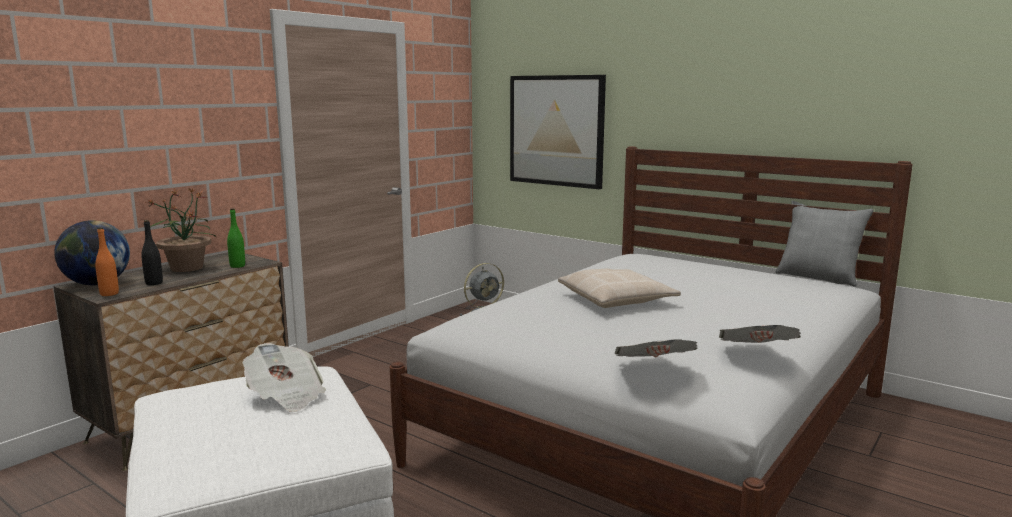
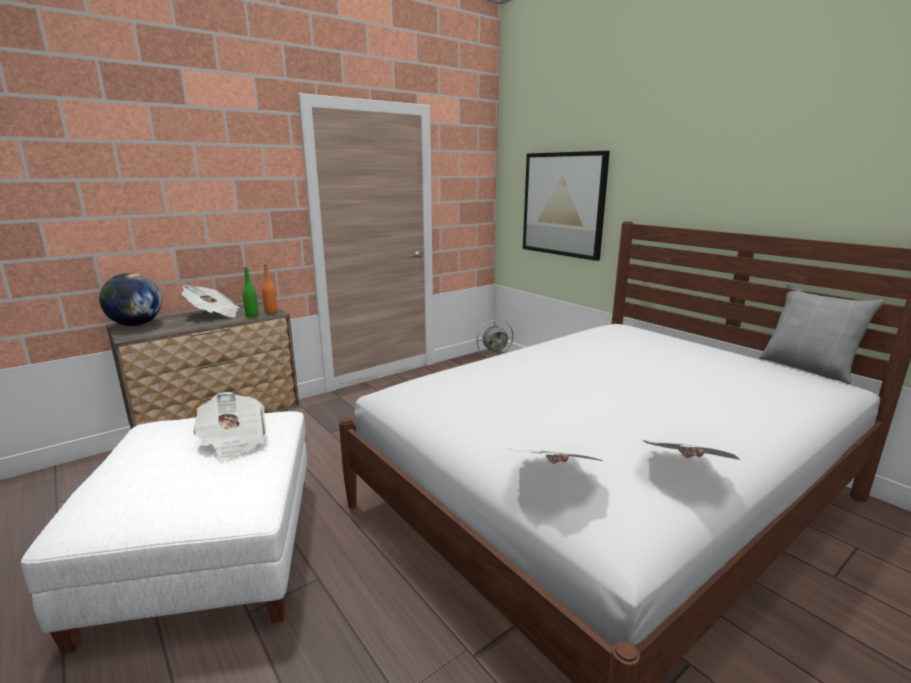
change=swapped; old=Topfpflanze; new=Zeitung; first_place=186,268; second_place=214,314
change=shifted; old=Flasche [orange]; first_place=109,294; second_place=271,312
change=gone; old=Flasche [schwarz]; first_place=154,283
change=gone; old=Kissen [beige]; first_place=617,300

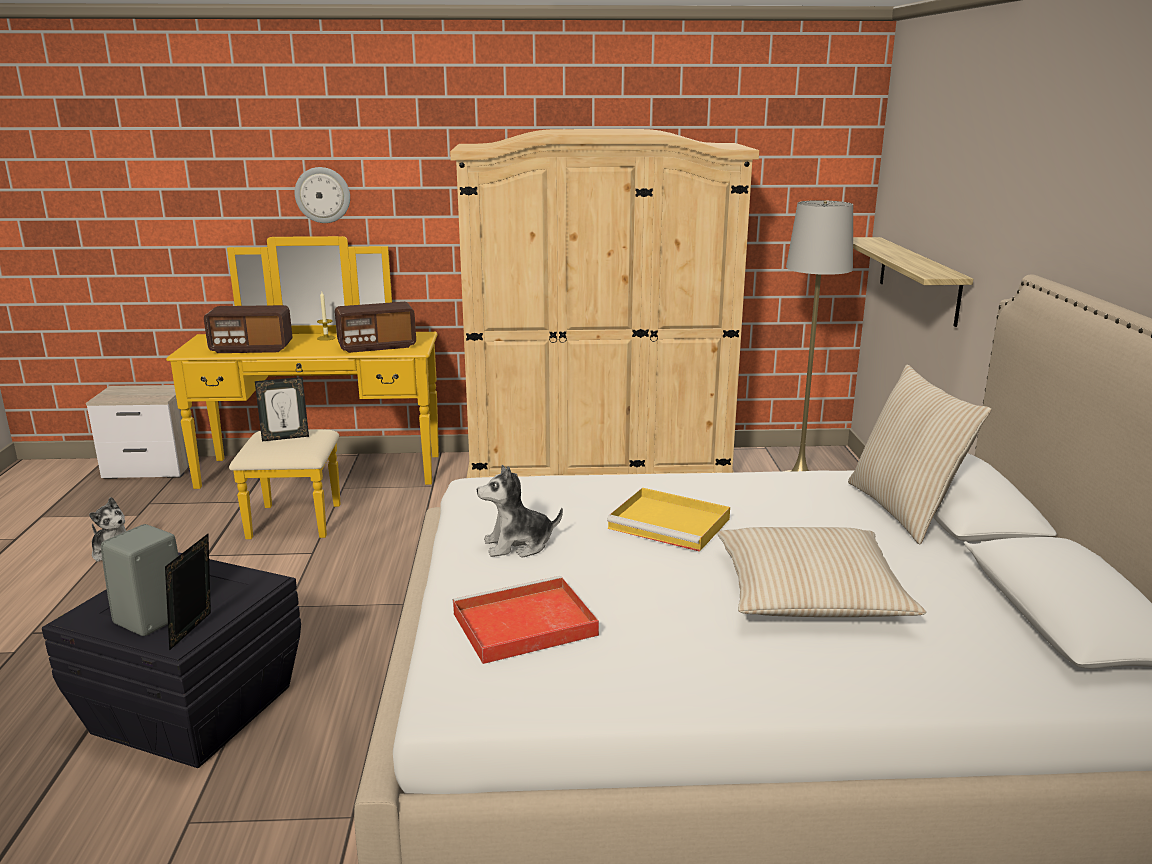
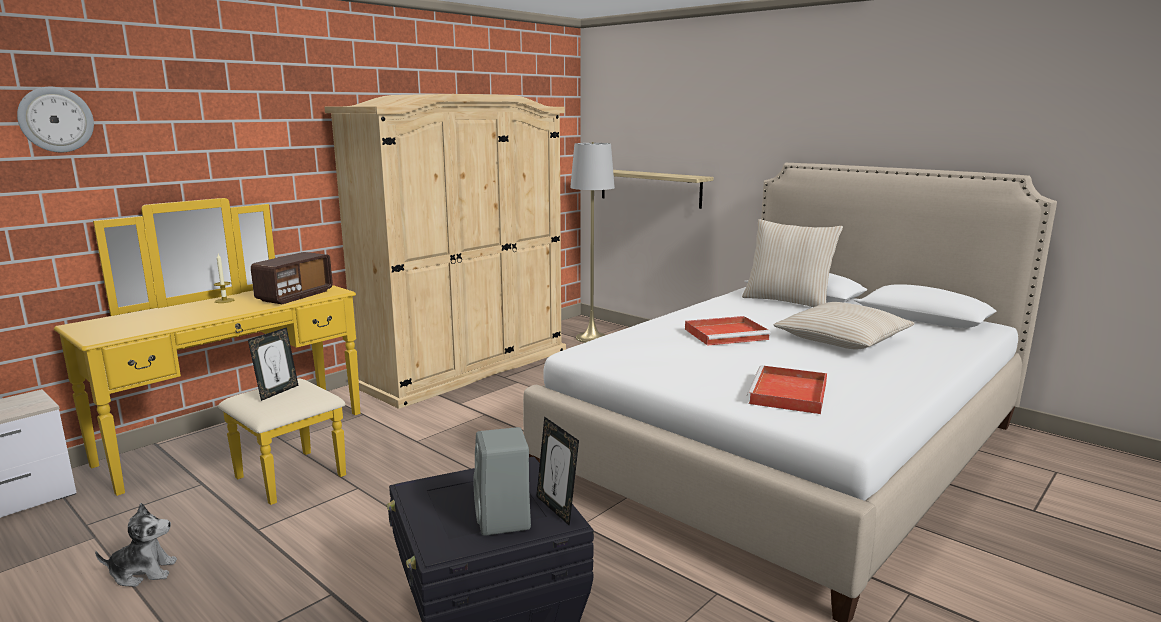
change=shifted; old=Wanduhr; first_place=322,195; second_place=56,119
change=repainted; old=Tablett [gelb]; new=Tablett [rot]; first_place=671,524; second_place=727,334
change=gone; old=Radio; first_place=251,349
change=gone; old=Plüschtier; first_place=518,545

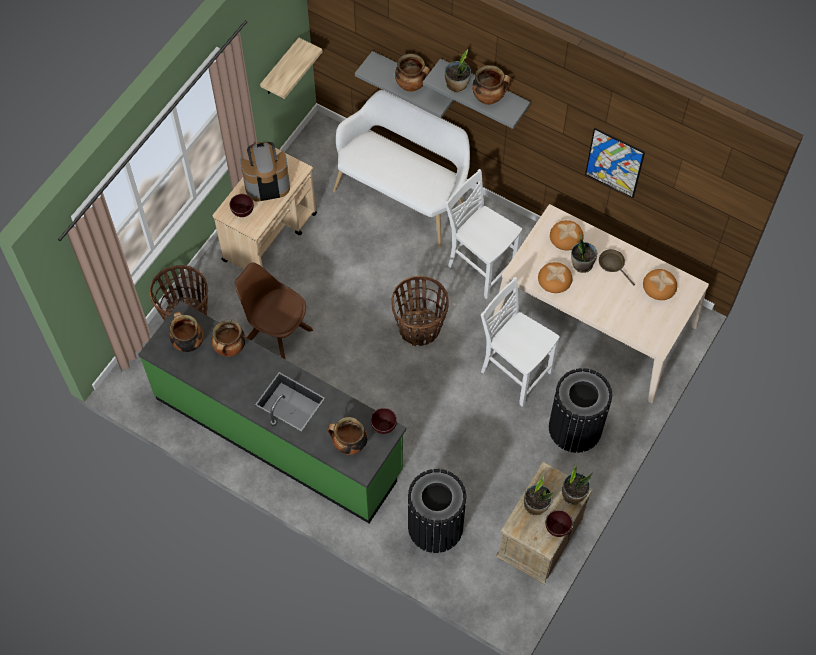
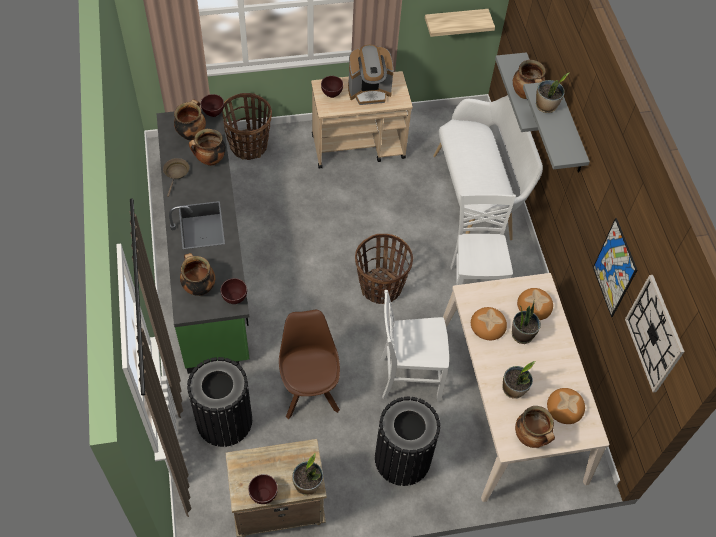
change=shifted; old=Pfanne [braun]; first_place=613,265; second_place=176,174
change=new; new=Schüssel [braun]; second_place=213,114
change=shifted; old=Stuhl [braun]; first_place=277,334; second_place=309,389
change=rotated; old=Kaffeemaschine; first_place=266,184; second_place=369,91; degrees=135
change=rotated; old=Stuhl [weiß]; first_place=514,372; second_place=408,378; degrees=-90
change=shifted; old=Topfpflanze; first_place=536,505; second_place=513,389
change=shifted; old=Kochtopf; first_place=489,98; second_place=531,437
change=new; new=Wanduhr; second_place=654,334

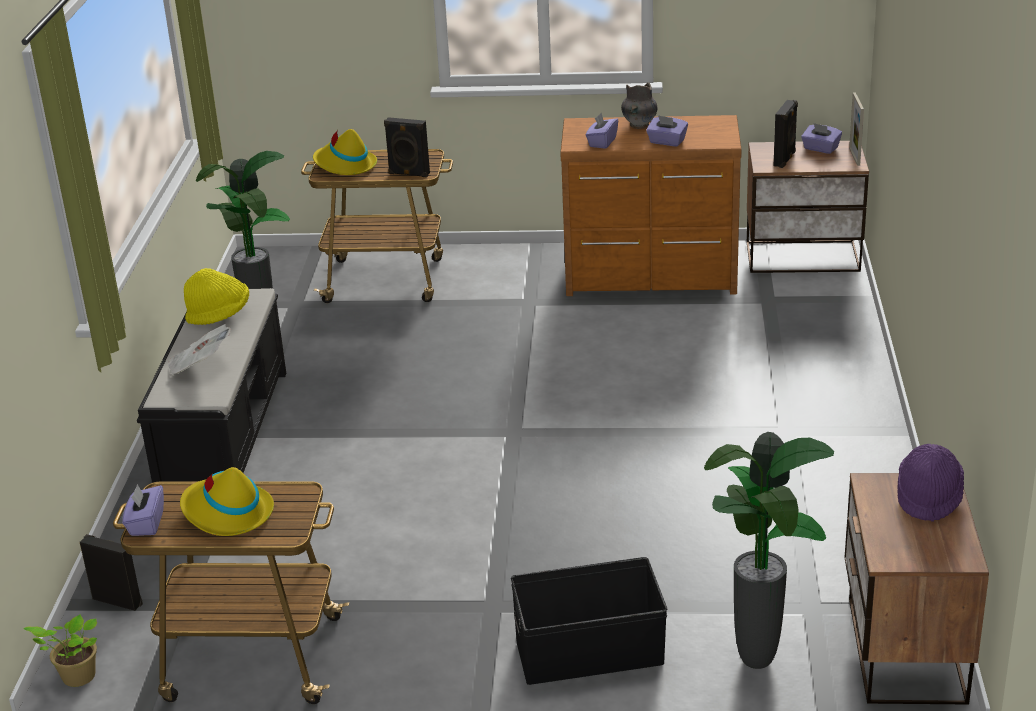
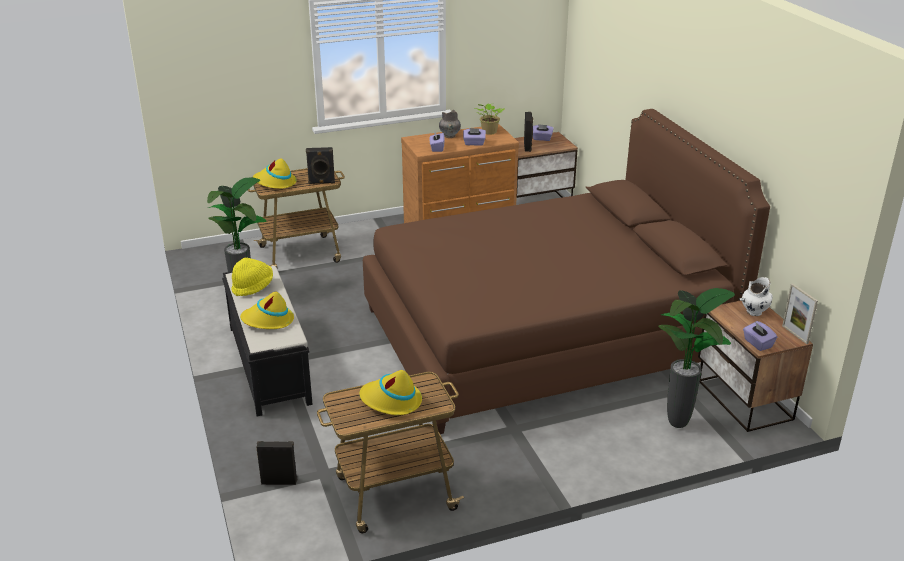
change=swapped; old=Zeitung; new=Hut [gelb]; first_place=199,366; second_place=268,321
change=new; new=Bett [braun]; second_place=544,336
change=shifted; old=Topfpflanze; first_place=76,677; second_place=488,132
change=swapped; old=Hut [lila]; new=Vase [weiß]; first_place=928,497; second_place=753,312
change=shifted; old=Taschentuchbox [lila]; first_place=146,523; second_place=757,343
change=shifted; old=Bilderrahmen; first_place=854,156; second_place=795,334
change=gone; old=Aufbewahrungsbox [schwarz]; first_place=590,653

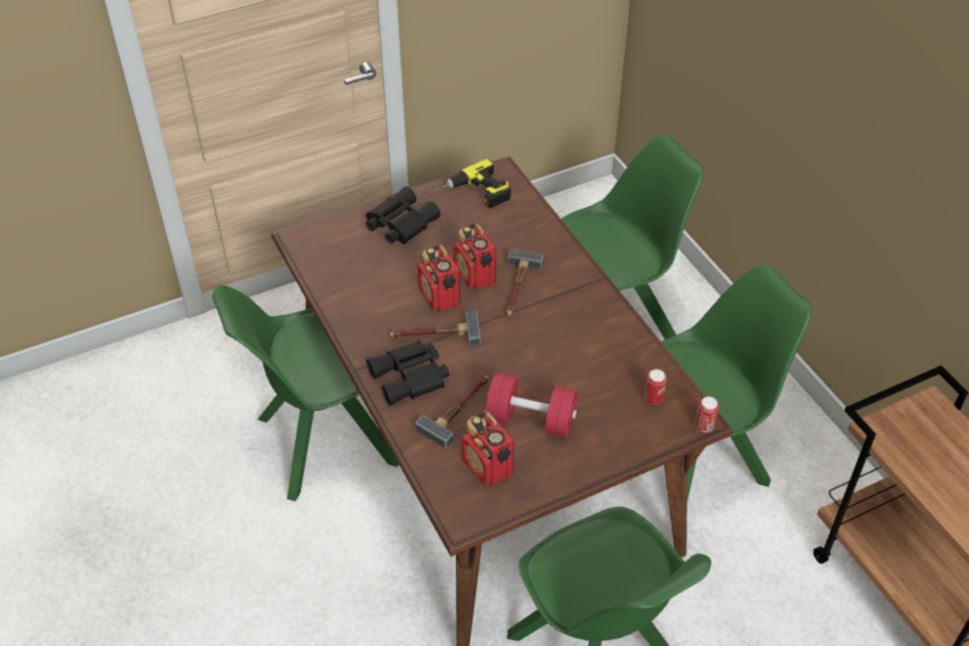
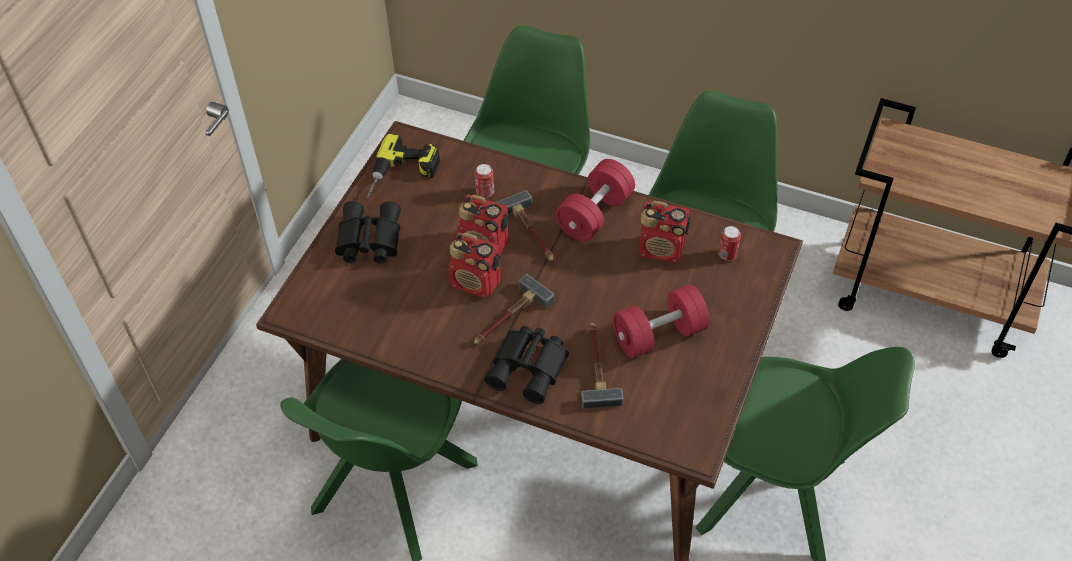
change=shifted; old=Dose; first_place=704,426; second_place=485,193
change=new; new=Hantel [rot]; second_place=595,214
change=shifted; old=Radio; first_place=487,467; second_place=662,250

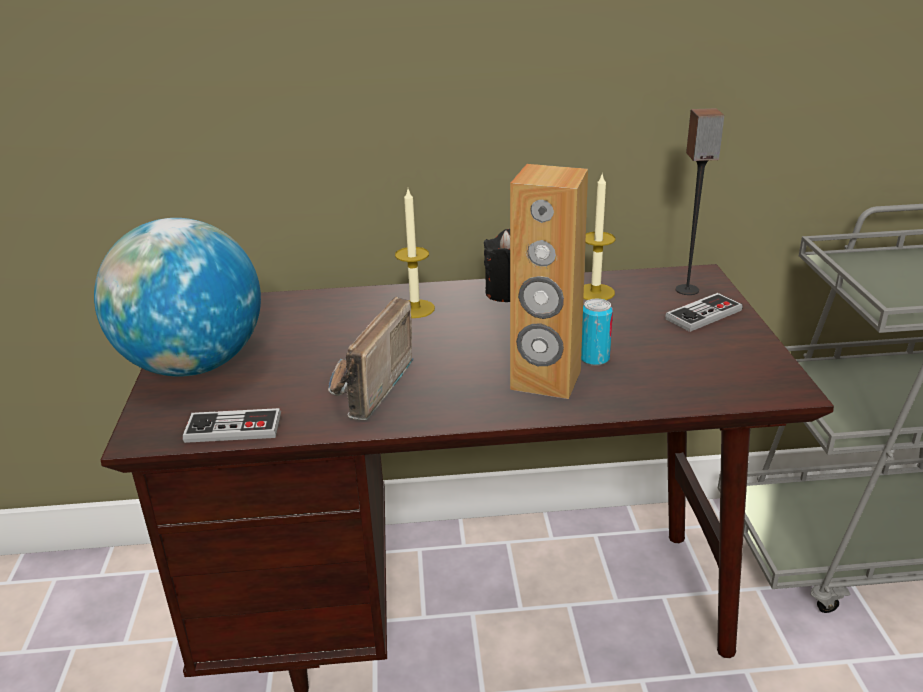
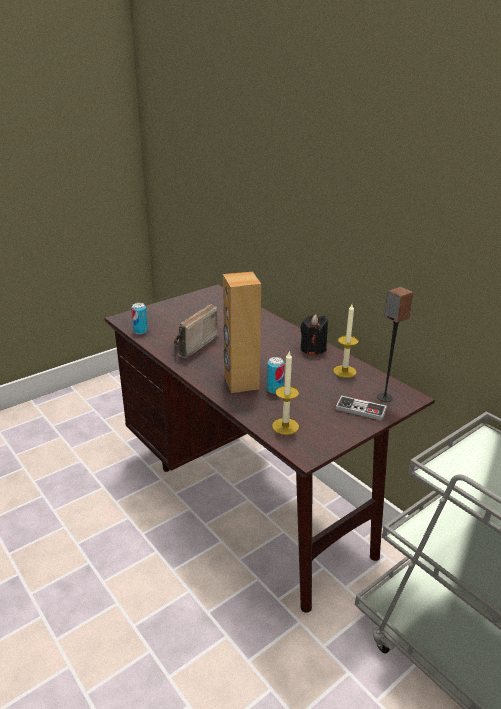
change=swapped; old=Gamepad; new=Dose; first_place=233,428; second_place=140,331
change=rotated; old=Radio; first_place=365,390; second_place=191,345; degrees=-45
change=shifted; old=Kerze; first_place=415,309; second_place=285,426
change=gone; old=Globus; first_place=193,365

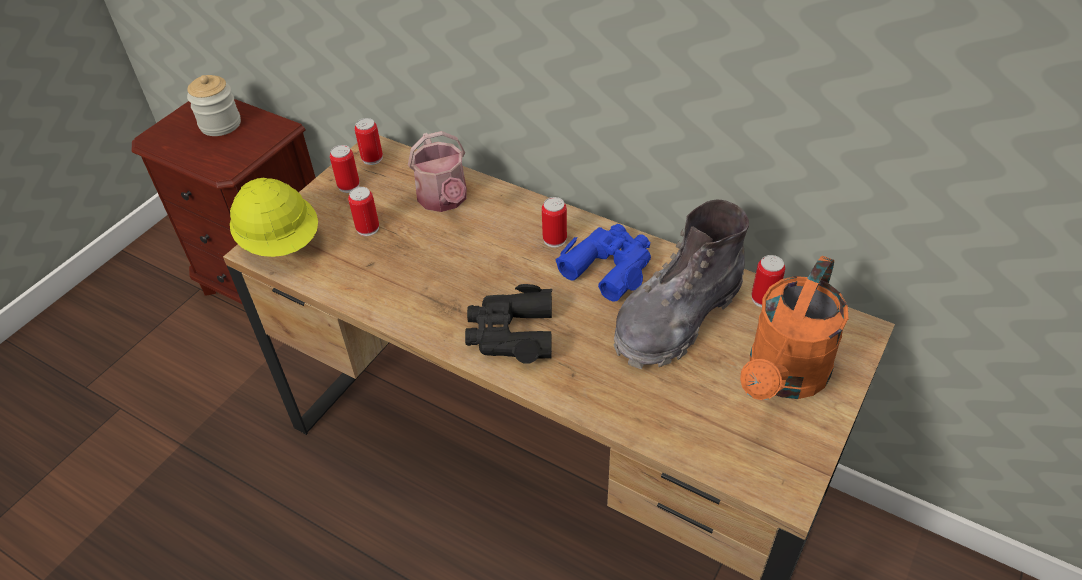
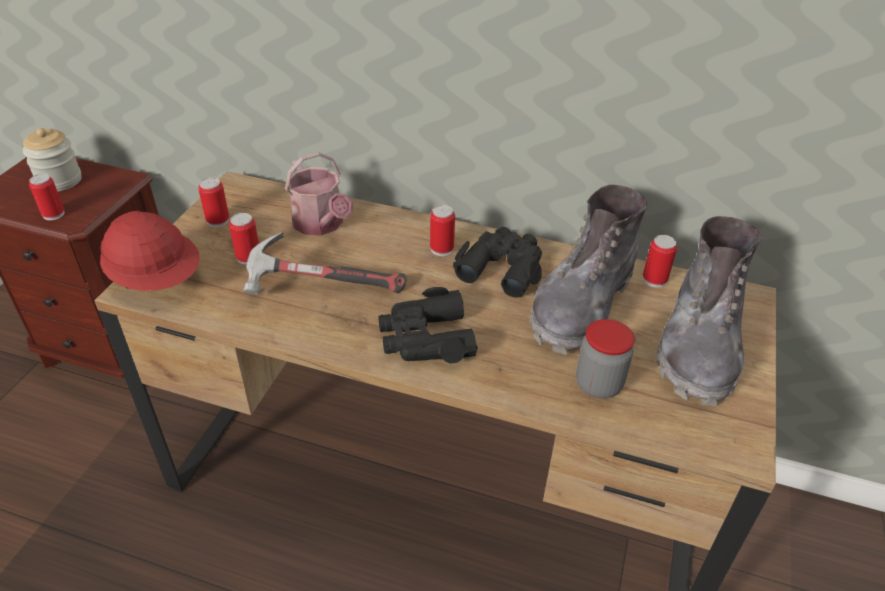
change=shifted; old=Dose; first_place=372,158; second_place=53,214
change=repainted; old=Schutzhelm [gelb]; new=Schutzhelm [rot]; first_place=281,242; second_place=157,279
change=new; new=Hammer; second_place=322,287
change=repainted; old=Fernglas [blau]; new=Fernglas [schwarz]; first_place=609,266; second_place=502,267
change=new; new=Vorratsglas; second_place=598,384
change=swapped; old=Gießkanne [orange]; new=Stiefel [grau]; first_place=783,378; second_place=698,346

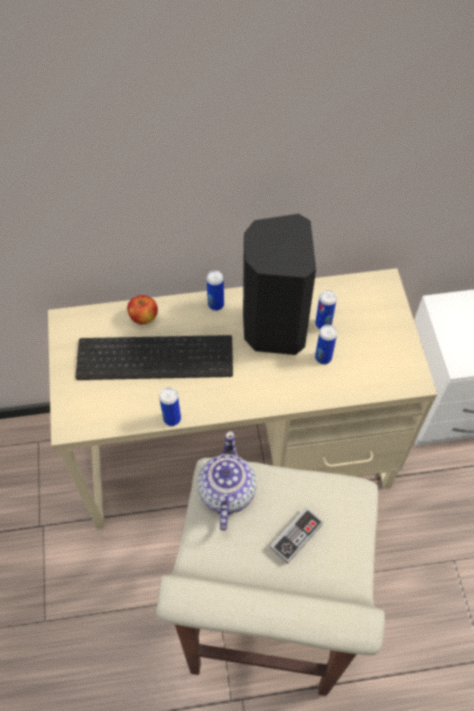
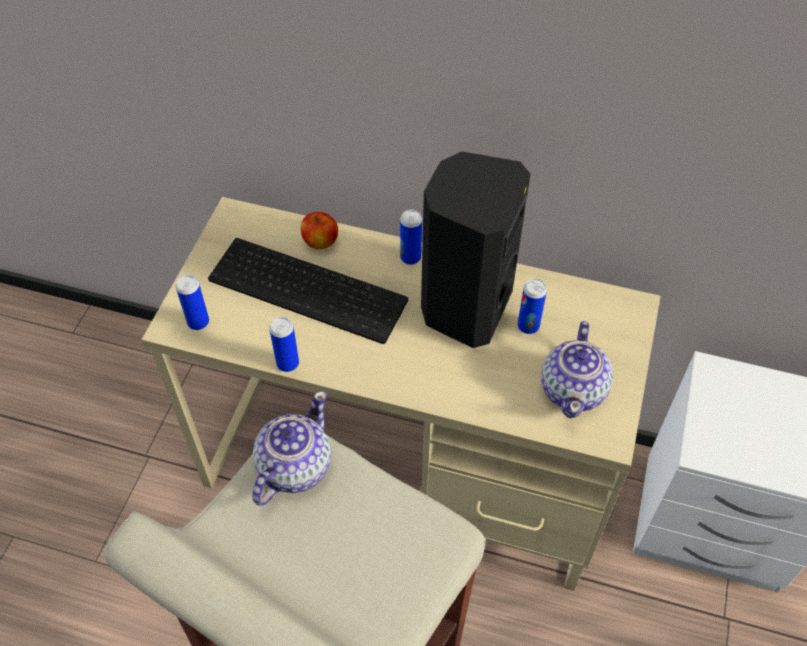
change=shifted; old=Dose; first_place=323,357; second_place=198,322
change=new; new=Teekanne; second_place=574,389
change=gone; old=Gamepad; first_place=296,536

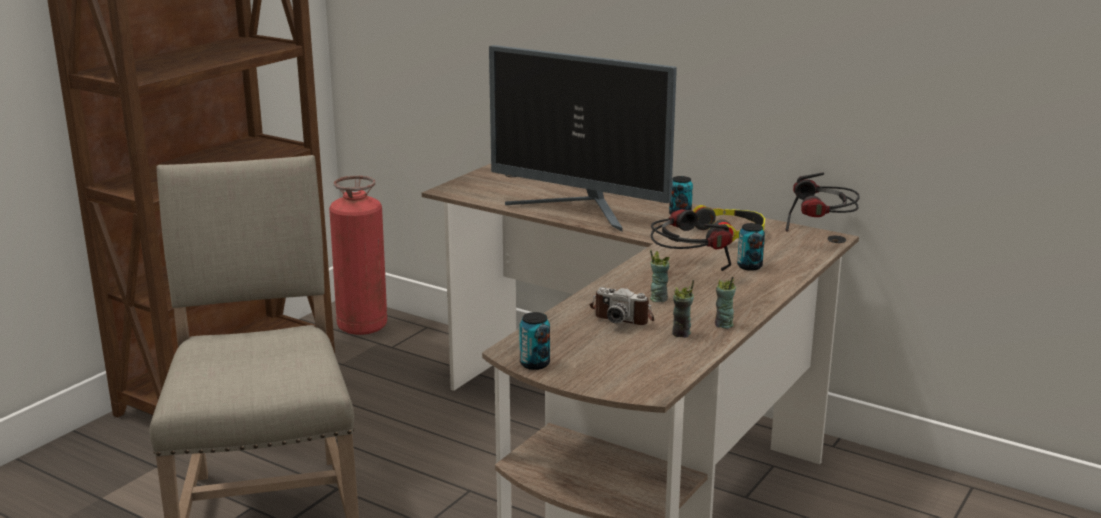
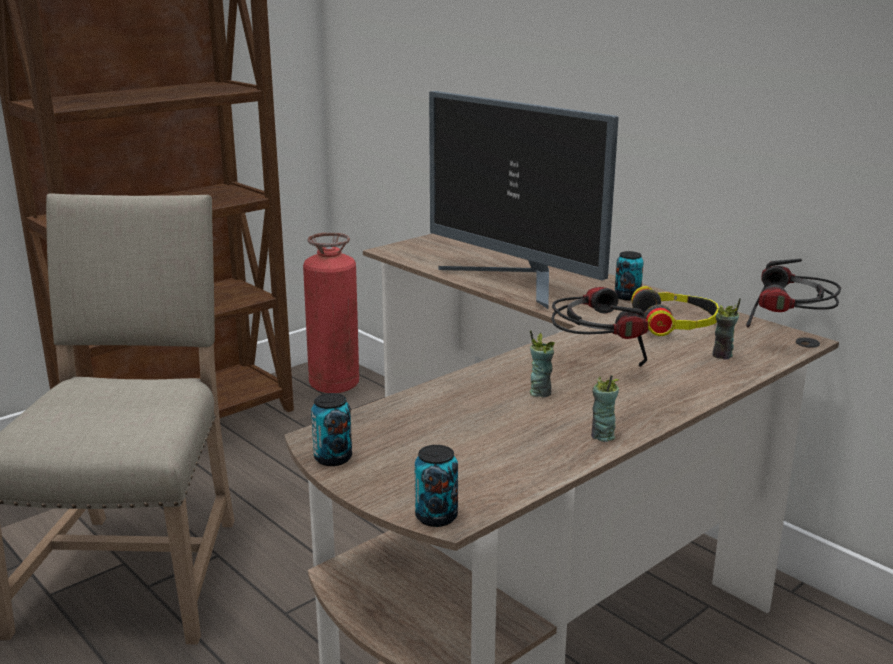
change=shifted; old=Dose; first_place=749,266; second_place=436,517
change=shifted; old=Tasse; first_place=681,334; second_place=722,355
change=gone; old=Kamera; first_place=623,317

